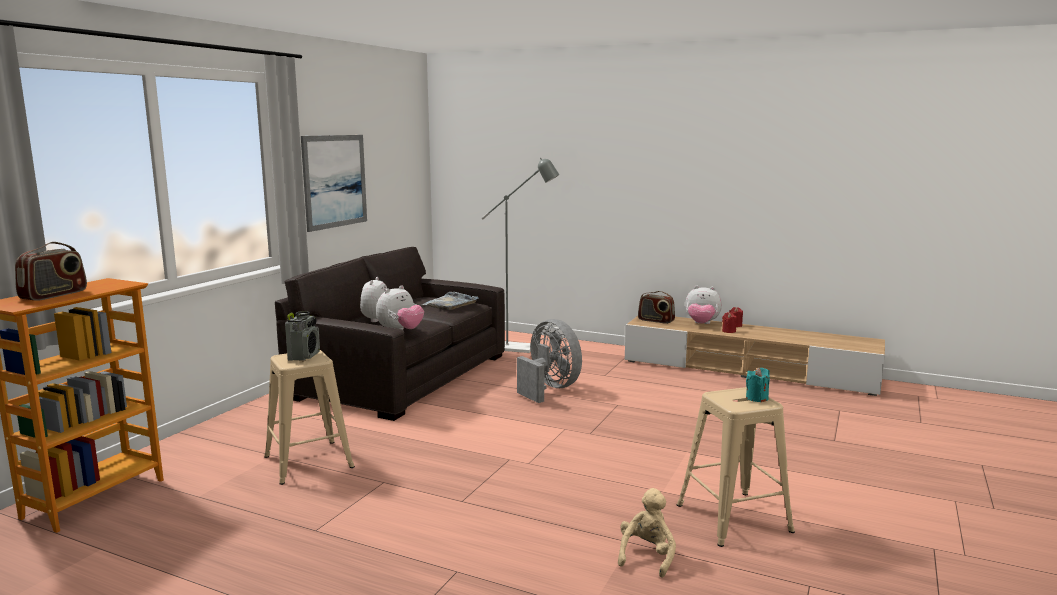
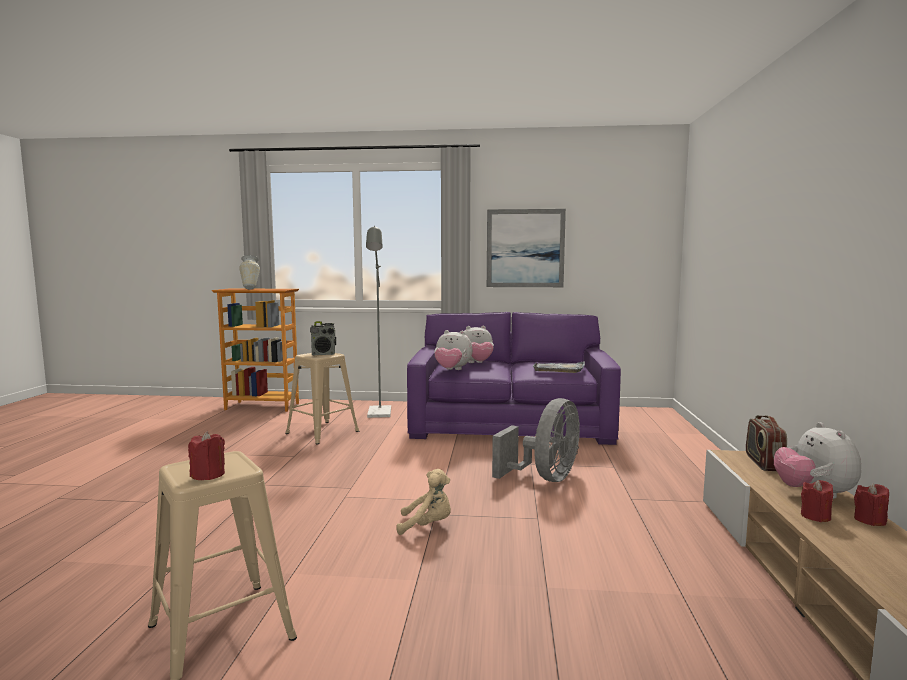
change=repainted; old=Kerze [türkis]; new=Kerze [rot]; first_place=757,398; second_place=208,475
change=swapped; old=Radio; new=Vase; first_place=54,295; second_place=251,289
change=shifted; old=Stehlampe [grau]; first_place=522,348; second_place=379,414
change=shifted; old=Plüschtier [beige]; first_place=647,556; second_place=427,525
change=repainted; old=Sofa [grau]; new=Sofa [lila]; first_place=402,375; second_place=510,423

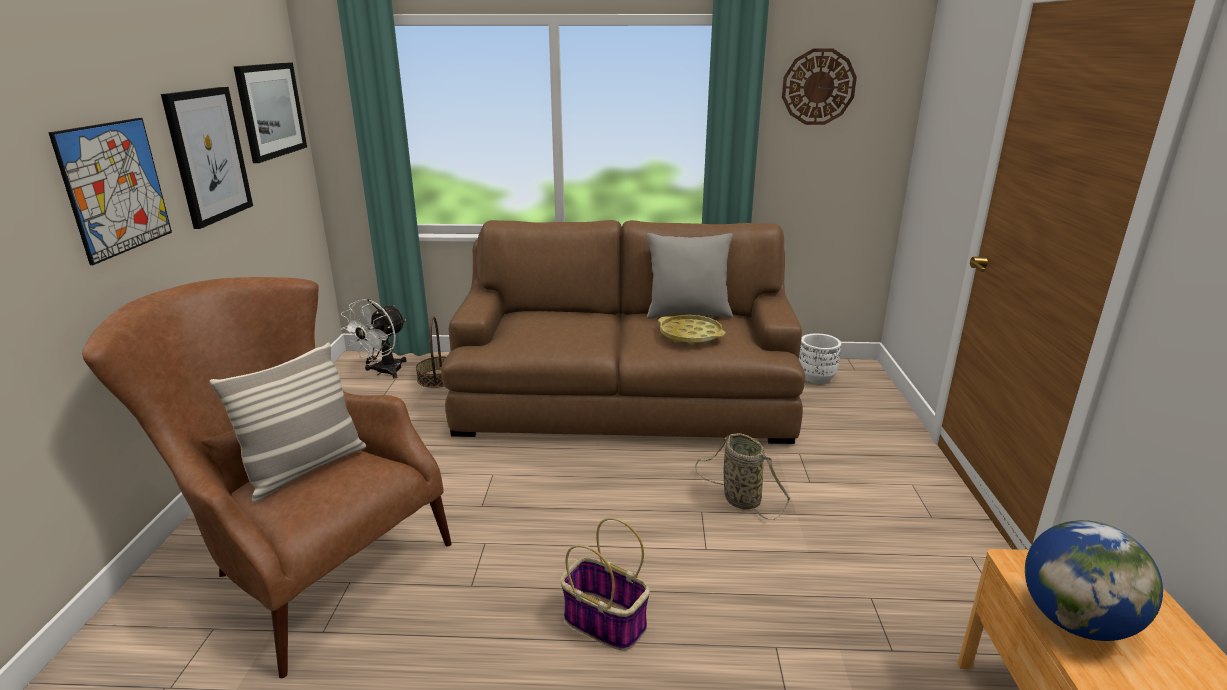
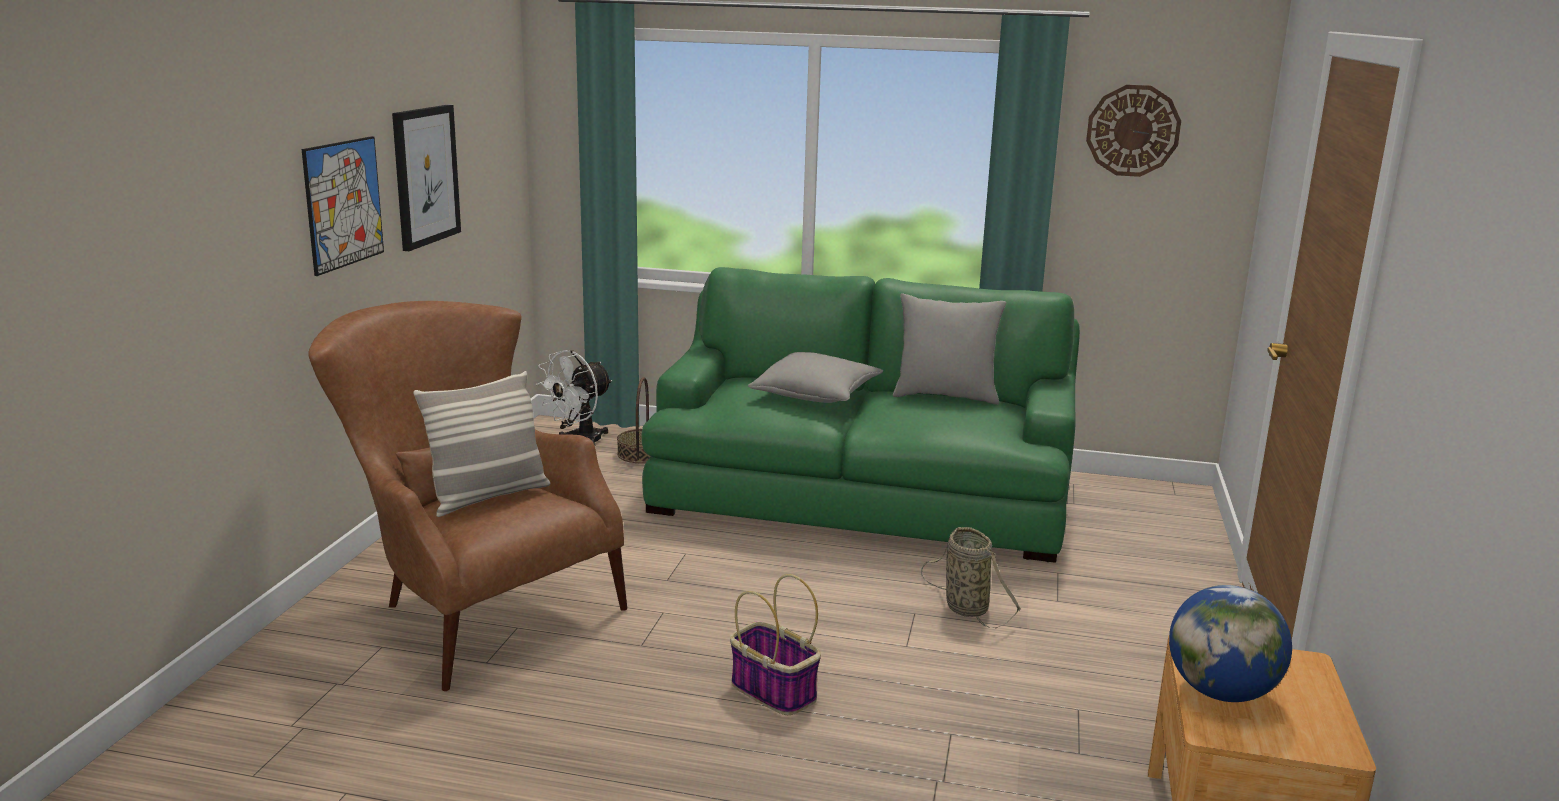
change=repainted; old=Sofa [braun]; new=Sofa [grün]; first_place=624,401; second_place=860,499
change=new; new=Kissen [grau]; second_place=816,395
change=gone; old=Bild; first_place=270,110
change=gone; old=Tablett [gelb]; first_place=690,335
change=gone; old=Pflanzkübel [weiß]; first_place=816,377

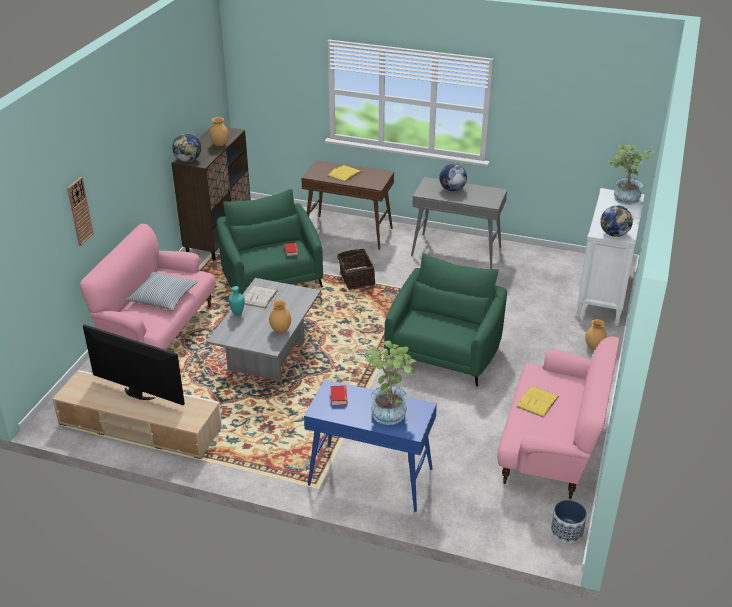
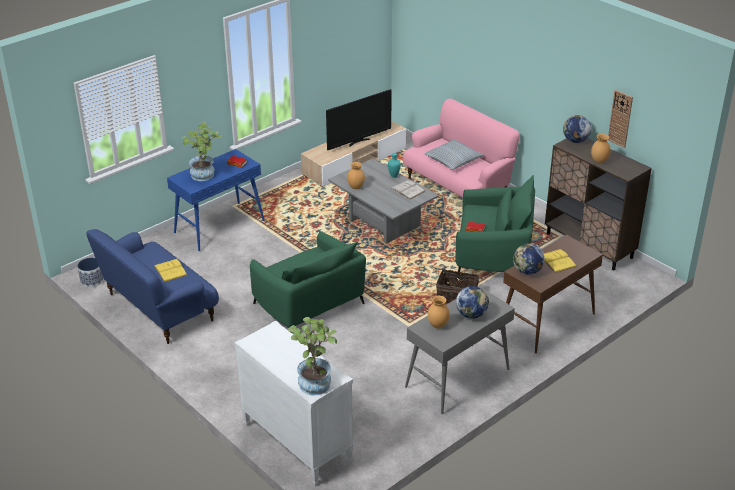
change=repainted; old=Sofa [rosa]; new=Sofa [blau]; first_place=551,447; second_place=158,309
change=shifted; old=Vase [braun]; first_place=594,347; second_place=437,325
change=shifted; old=Globus; first_place=614,234; second_place=527,271
change=shifted; old=Wanduhr; first_place=79,211; second_place=620,118

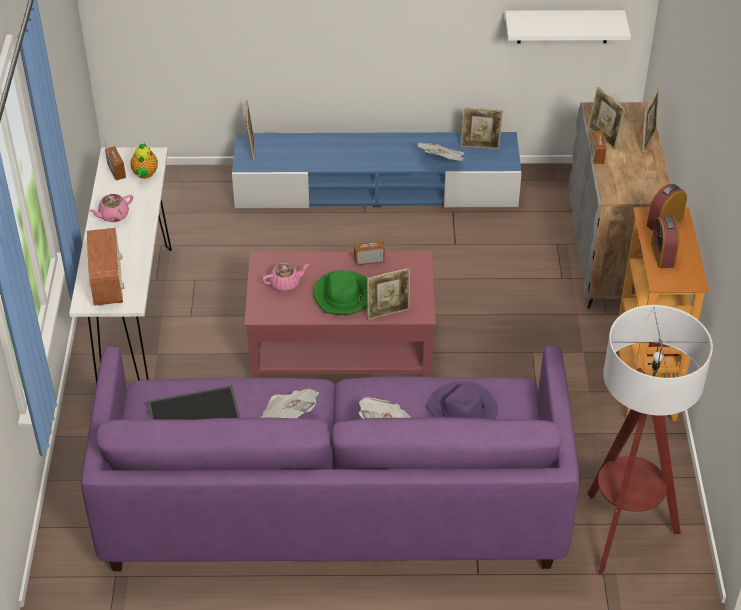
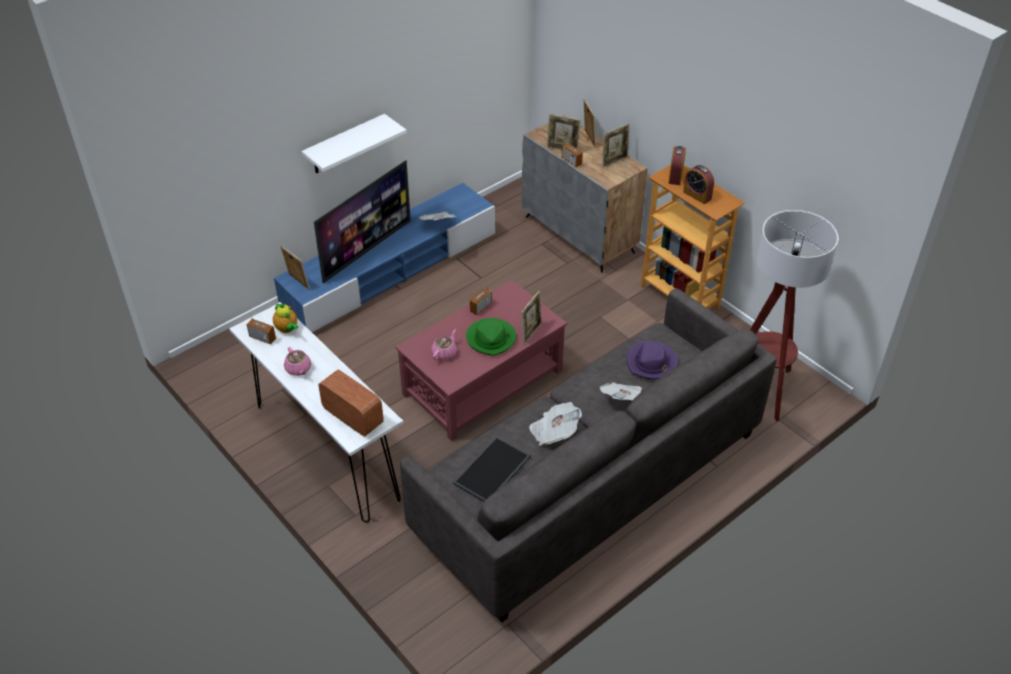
change=rotated; old=Teekanne [rosa]; first_place=113,215; second_place=298,369; degrees=-45
change=shifted; old=Wandregal [weiß]; first_place=563,26; second_place=345,145
change=new; new=Fernseher; second_place=366,250
change=repainted; old=Sofa [lila]; new=Sofa [grau]; first_place=333,503; second_place=589,482
change=shifted; old=Bilderrahmen; first_place=480,146; second_place=614,161

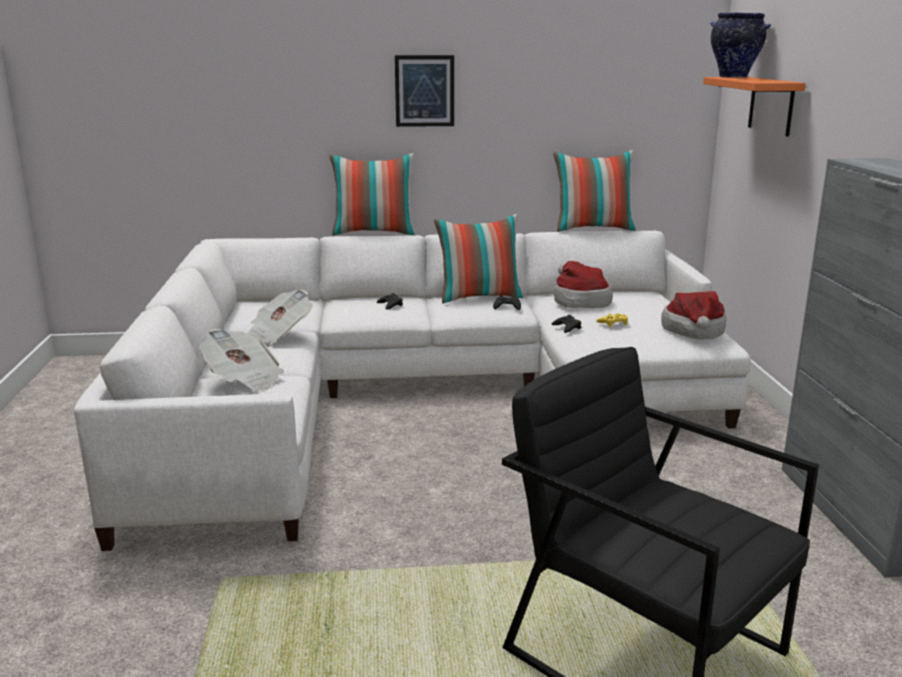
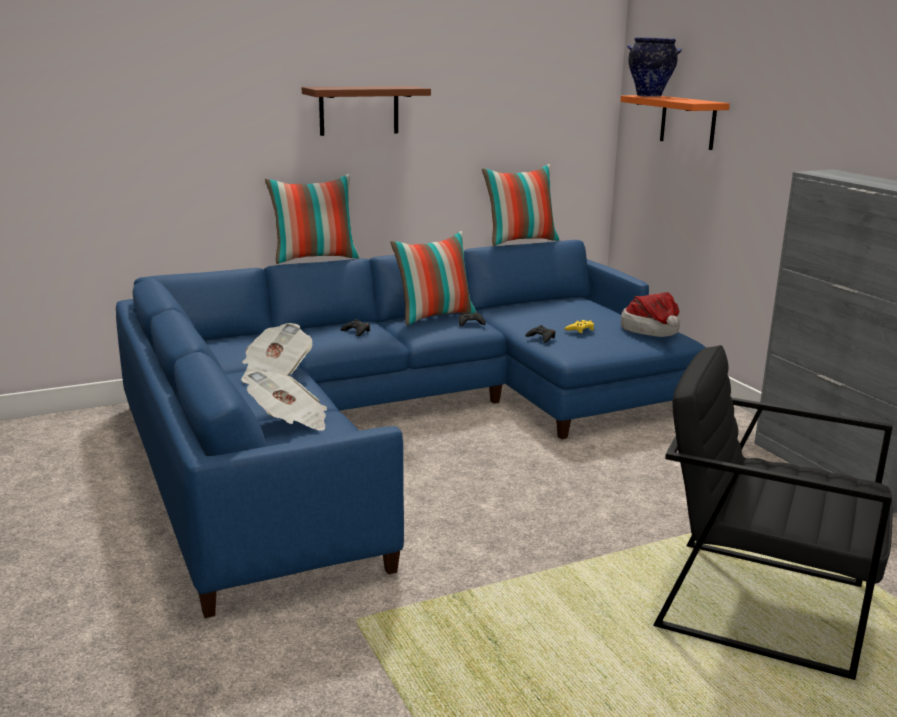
change=repainted; old=Sofa [weiß]; new=Sofa [blau]; first_place=415,397; second_place=395,422
change=swapped; old=Bild; new=Wandregal [braun]; first_place=424,91; second_place=359,110
change=gone; old=Hut; first_place=579,301

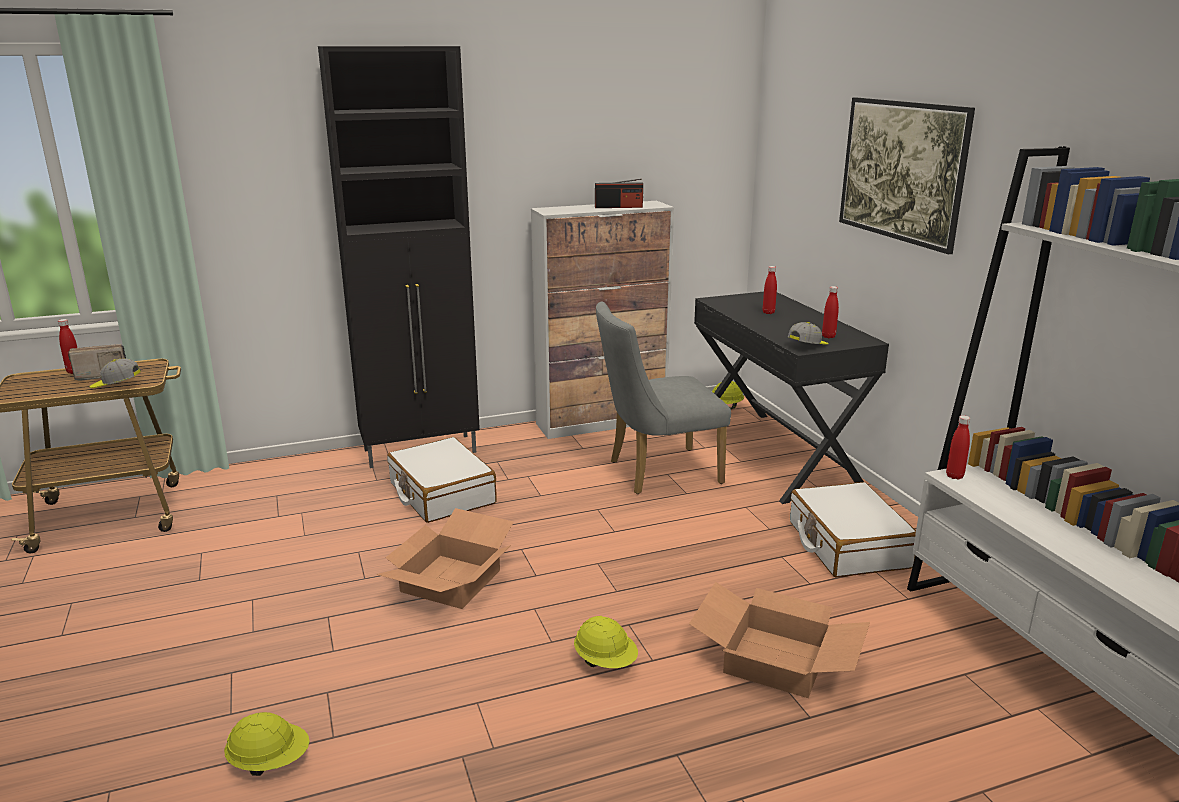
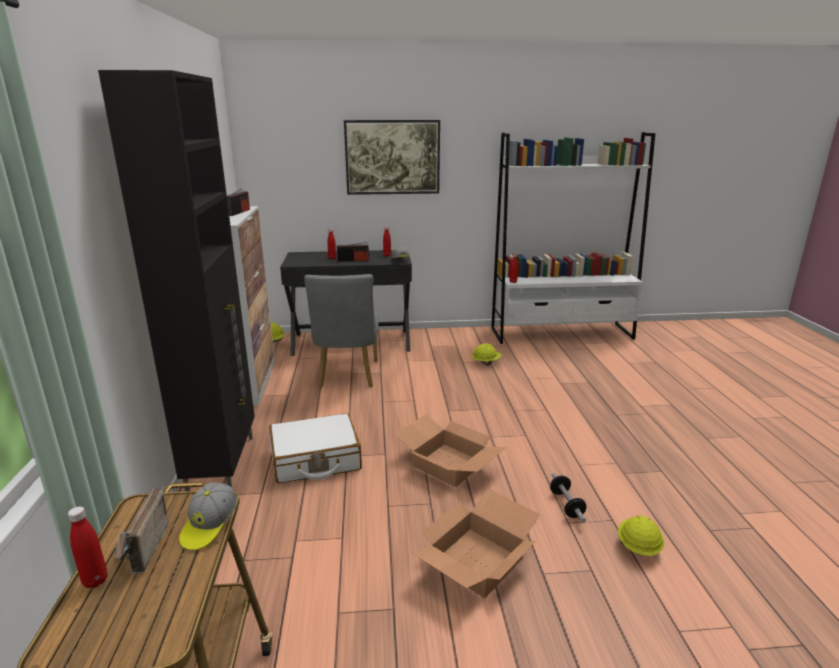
change=new; new=Radio; second_place=353,260
change=shifted; old=Karton; first_place=774,661; second_place=477,562
change=shifted; old=Schutzhelm [gelb]; first_place=605,662; second_place=486,363
change=new; new=Hantel; second_place=566,505
change=gone; old=Koffer [weiß]; first_place=847,545

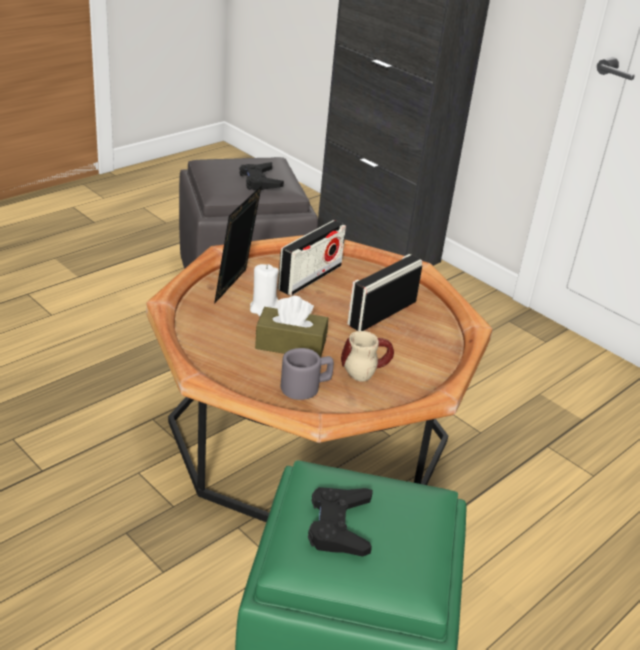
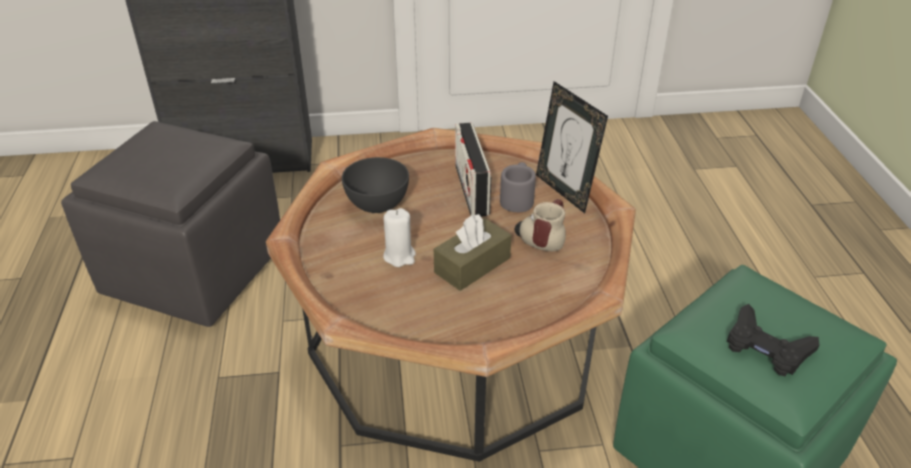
change=swapped; old=Radio; new=Schüssel [grau]; first_place=310,277; second_place=377,204
change=shifted; old=Henkelbecher [grau]; first_place=306,387; second_place=517,198
change=shifted; old=Bilderrahmen; first_place=236,287; second_place=564,191
change=gone; old=Gamepad [schwarz]; first_place=260,181

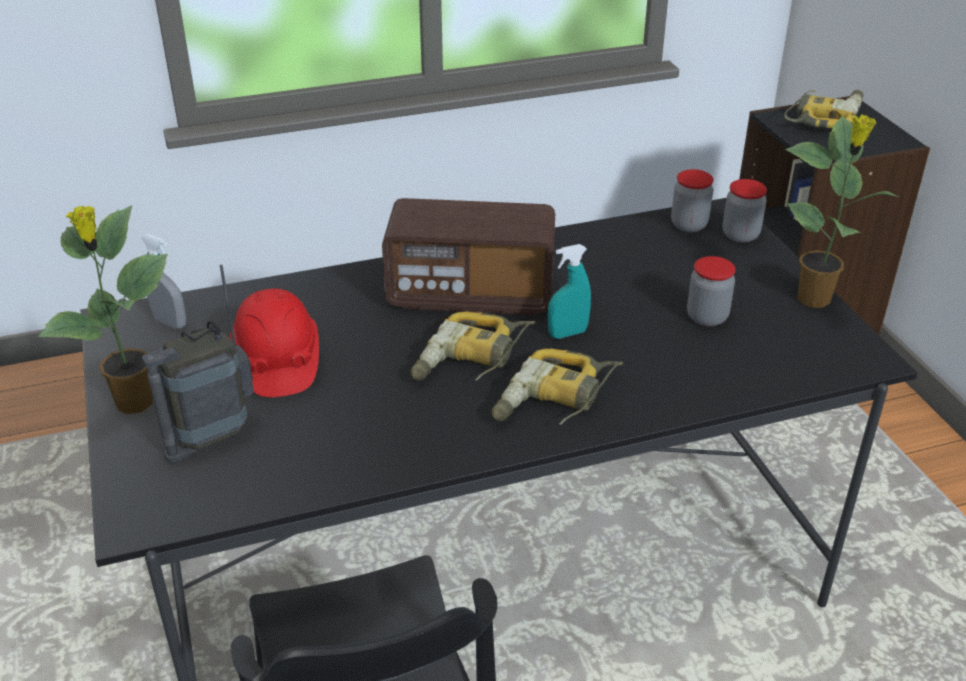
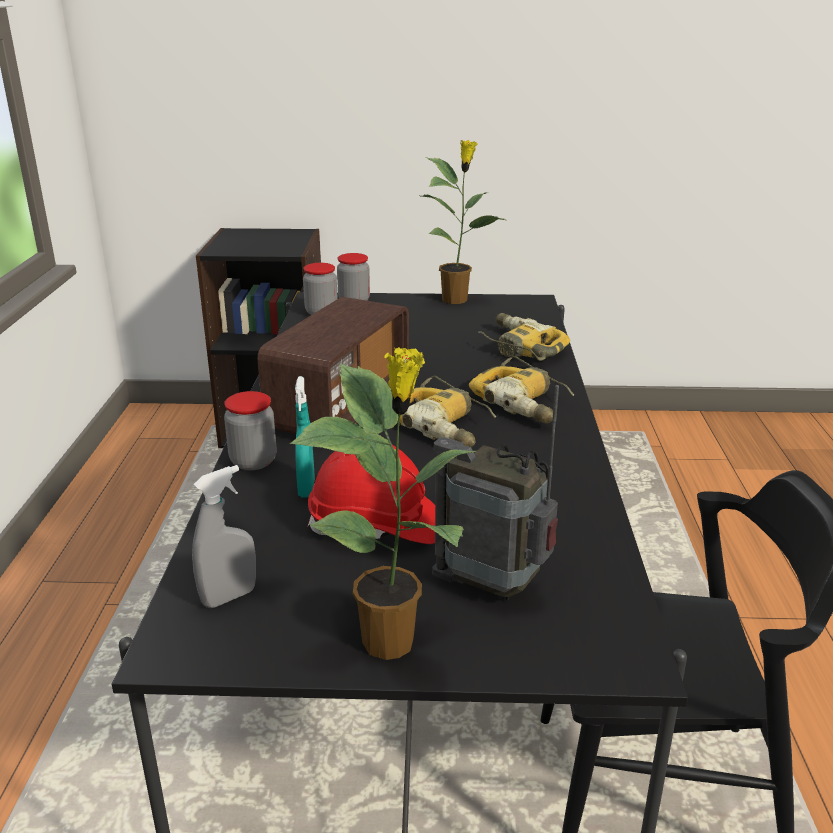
change=shifted; old=Vorratsglas; first_place=707,317; second_place=253,461
change=shifted; old=Sprühflasche [türkis]; first_place=567,333; second_place=306,488
change=rotated; old=Radio; first_place=211,438; second_place=493,586; degrees=135
change=shifted; old=Bohrmaschine; first_place=824,117; second_place=518,348

